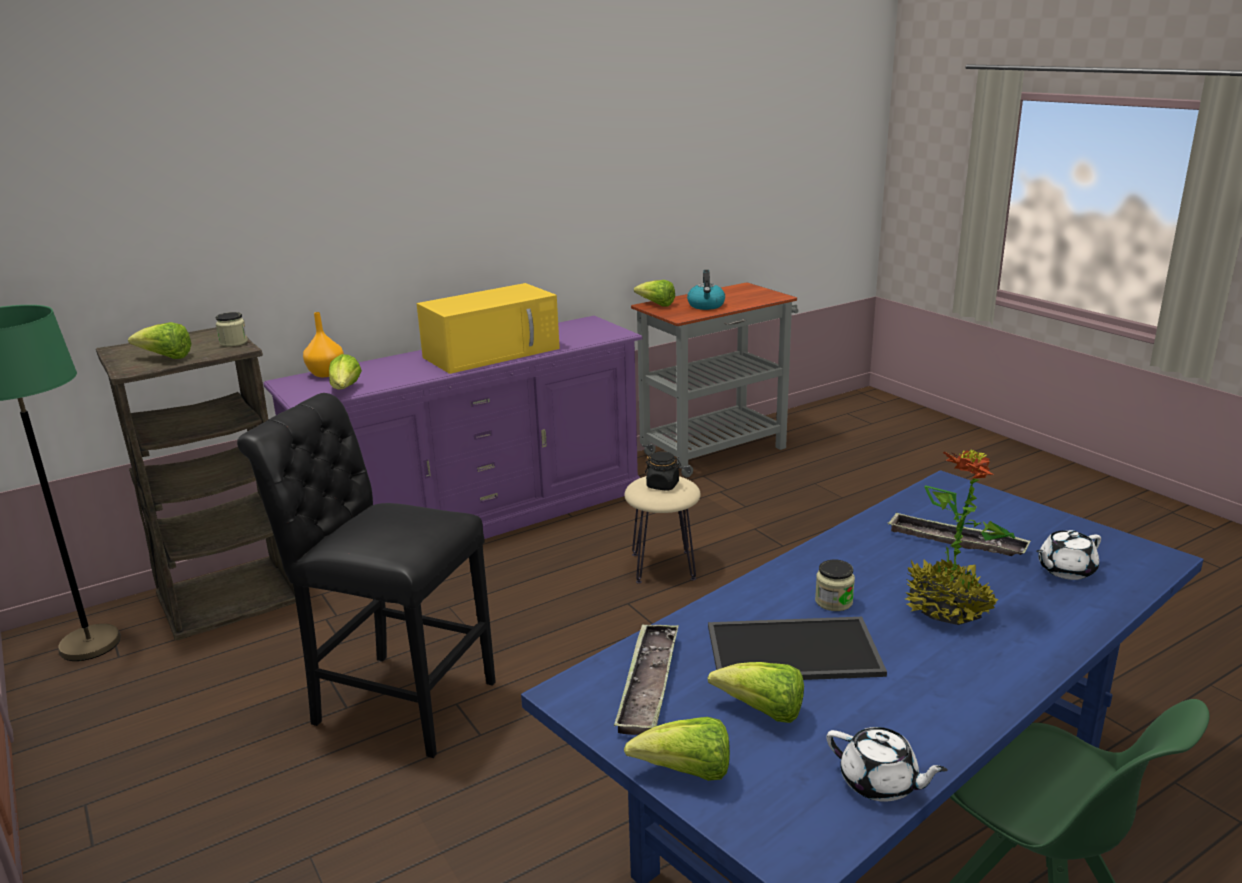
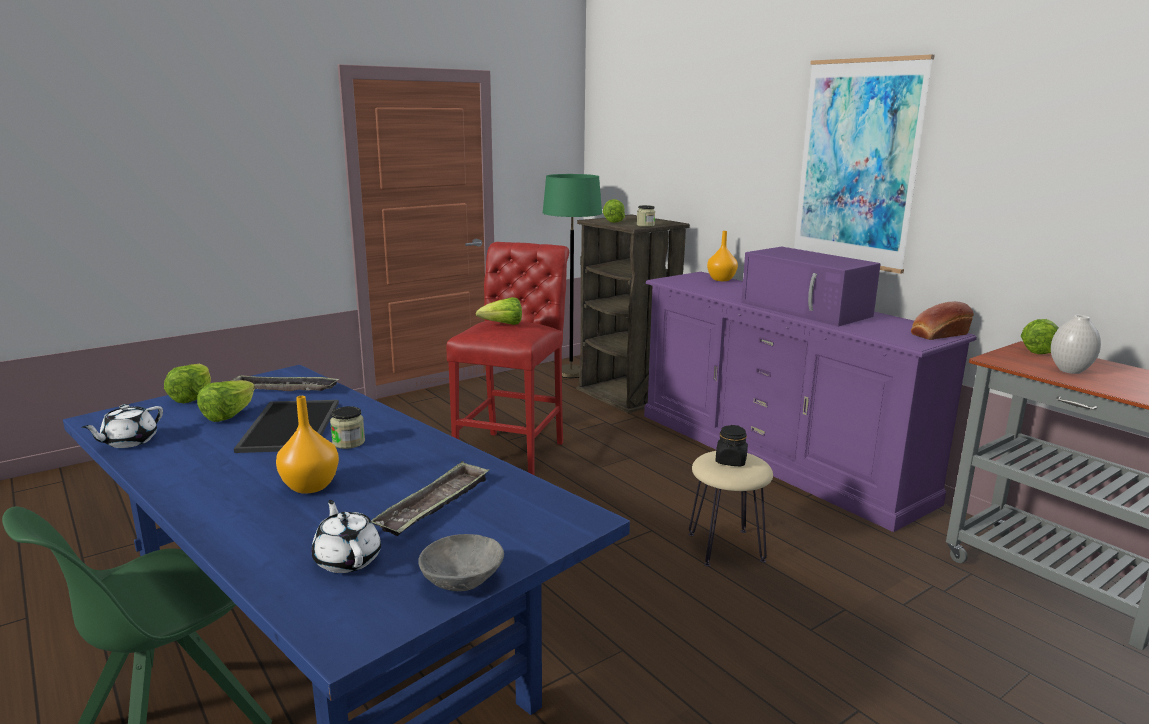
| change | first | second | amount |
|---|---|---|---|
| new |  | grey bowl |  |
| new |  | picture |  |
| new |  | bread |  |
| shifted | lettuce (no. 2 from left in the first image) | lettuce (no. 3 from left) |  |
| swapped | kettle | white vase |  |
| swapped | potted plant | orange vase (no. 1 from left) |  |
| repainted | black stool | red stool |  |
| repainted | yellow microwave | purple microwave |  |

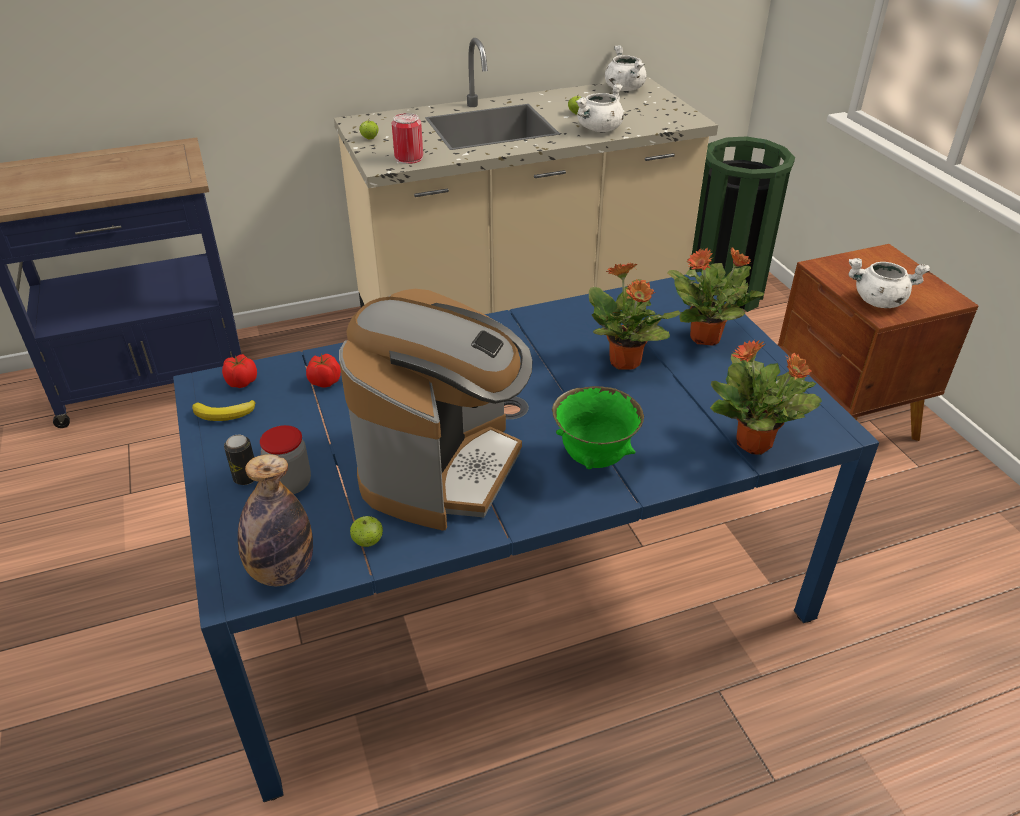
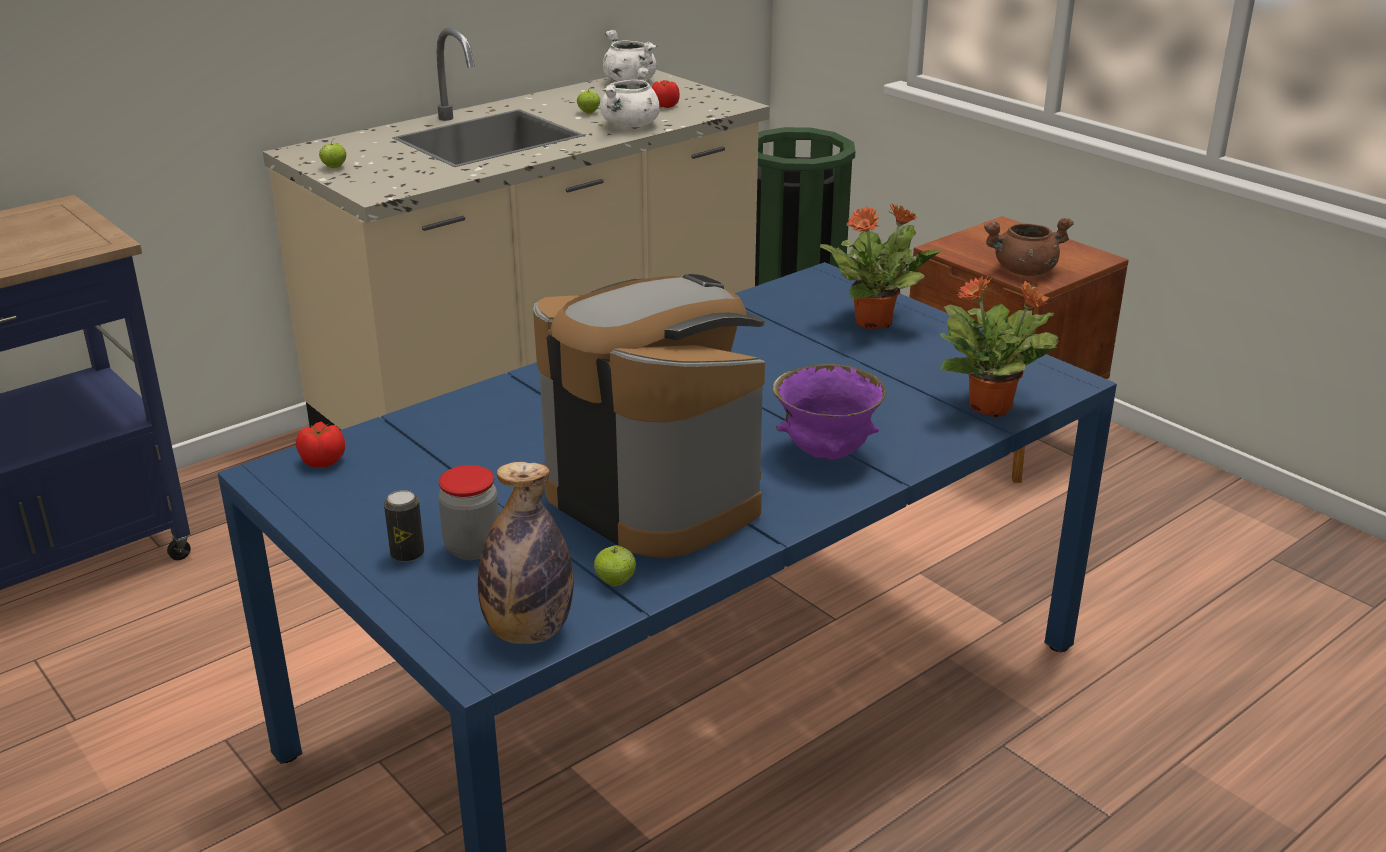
| change | first | second | amount |
|---|---|---|---|
| gone | banana |  |  |
| gone | can (no. 2 from left) |  |  |
| gone | potted plant (no. 1 from left) |  |  |
| shifted | tomato (no. 2 from left) |  |  |
| repainted | green bowl | purple bowl |  |
| repainted | white cooking pot (no. 3 from left) | brown cooking pot |  |
| rotated | coffee machine |  | 45 degrees counterclockwise |

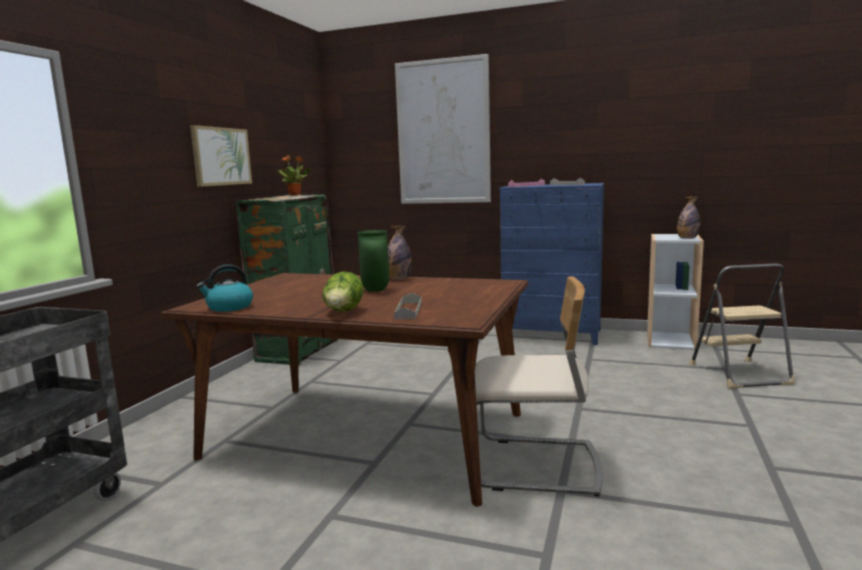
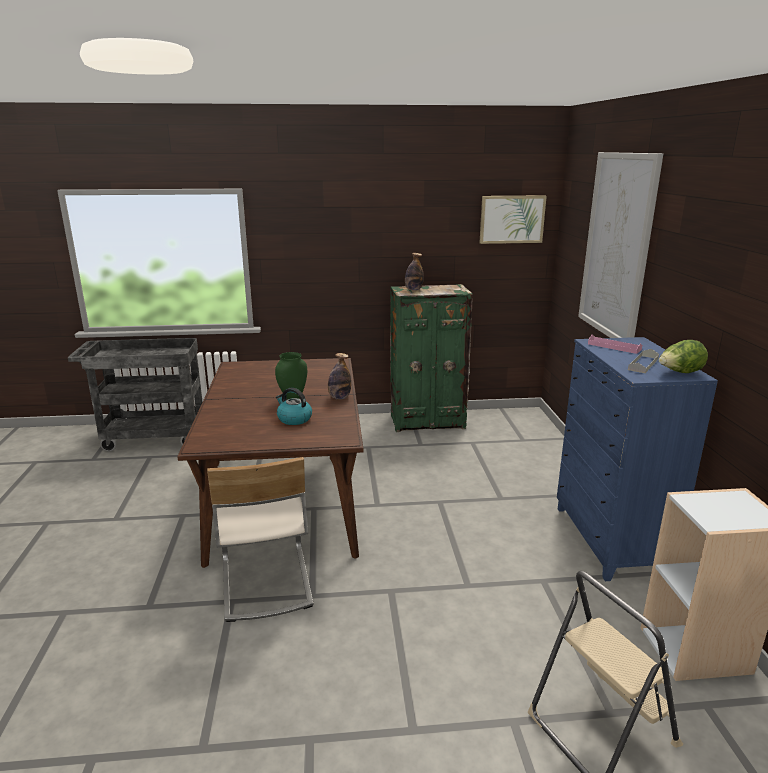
| change | first | second | amount |
|---|---|---|---|
| gone | potted plant |  |  |
| gone | grey tray (no. 1 from left) |  |  |
| shifted | picture (no. 1 from left) |  |  |
| shifted | kettle |  |  |
| shifted | lettuce |  |  |
| shifted | bottle (no. 2 from left) |  |  |

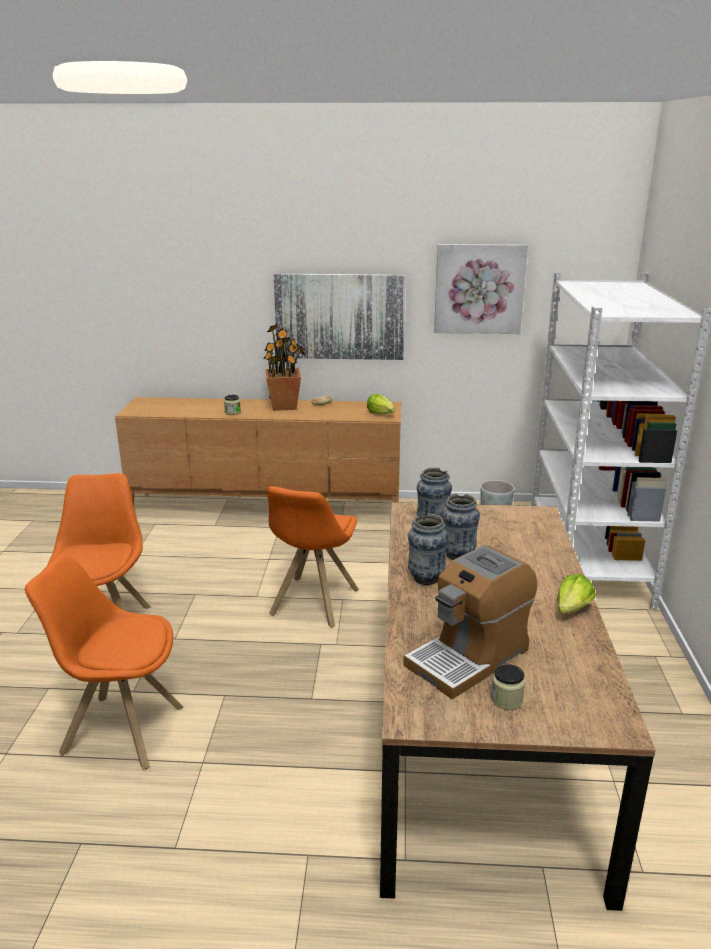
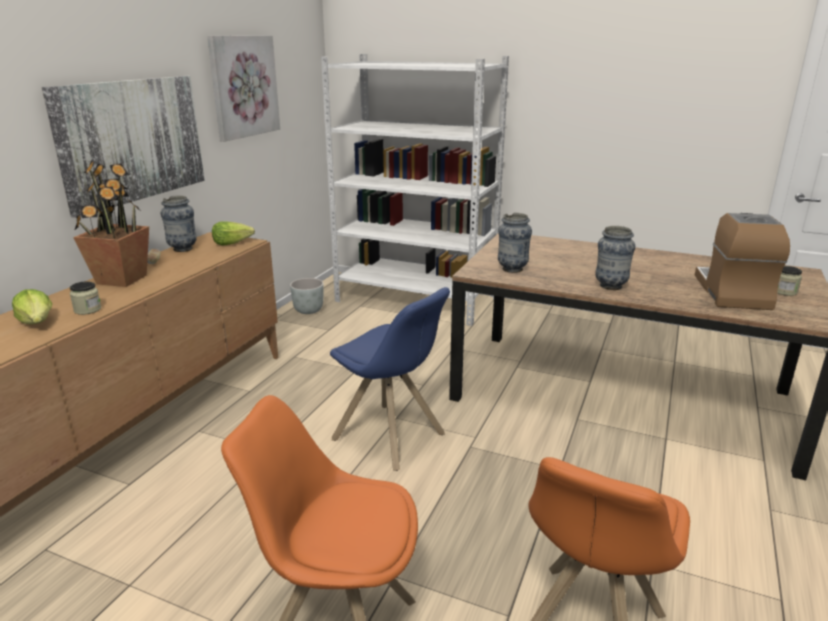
| change | first | second | amount |
|---|---|---|---|
| shifted | vase (no. 3 from left in the first image) | vase (no. 1 from left) |  |
| shifted | lettuce (no. 2 from left in the first image) | lettuce (no. 1 from left) |  |
| repainted | orange chair (no. 3 from left) | blue chair |  |
| rotated | coffee machine |  | 150 degrees counterclockwise |

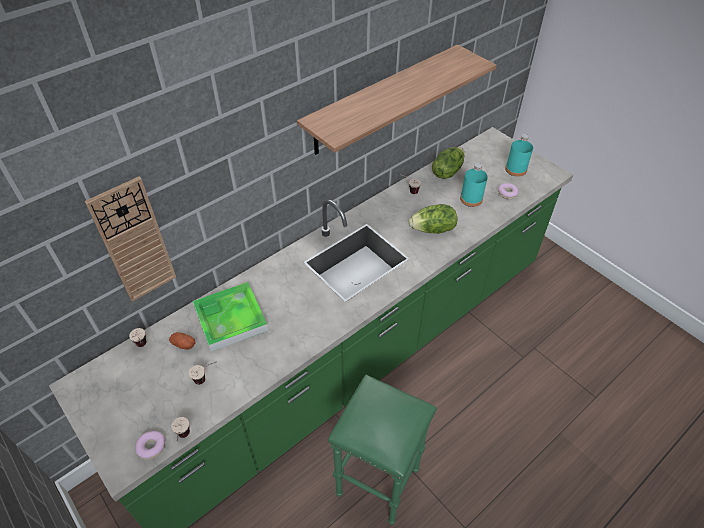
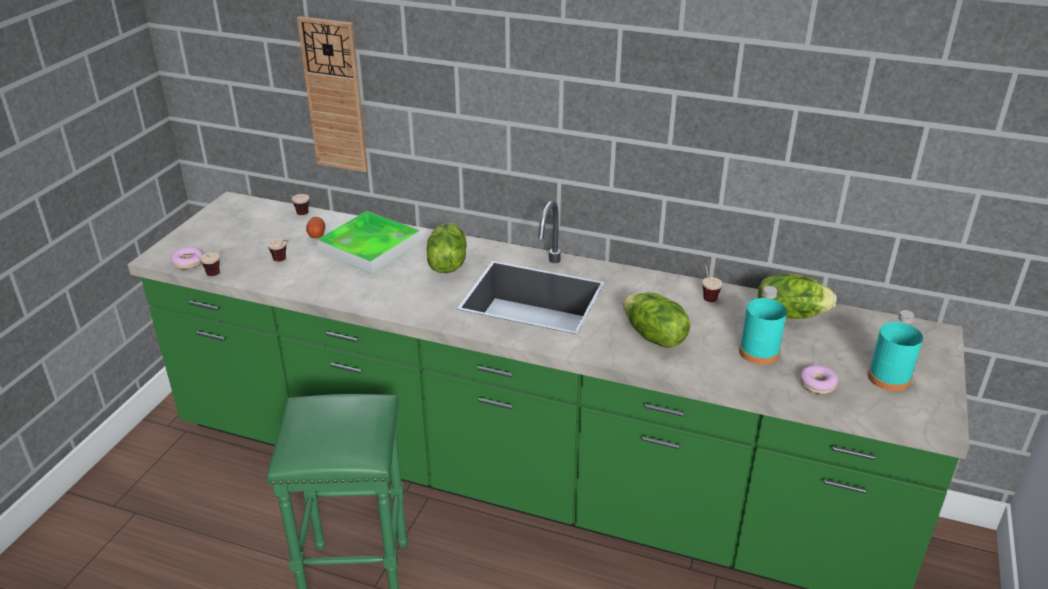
| change | first | second | amount |
|---|---|---|---|
| gone | shelf |  |  |
| new |  | lettuce (no. 1 from left) |  |

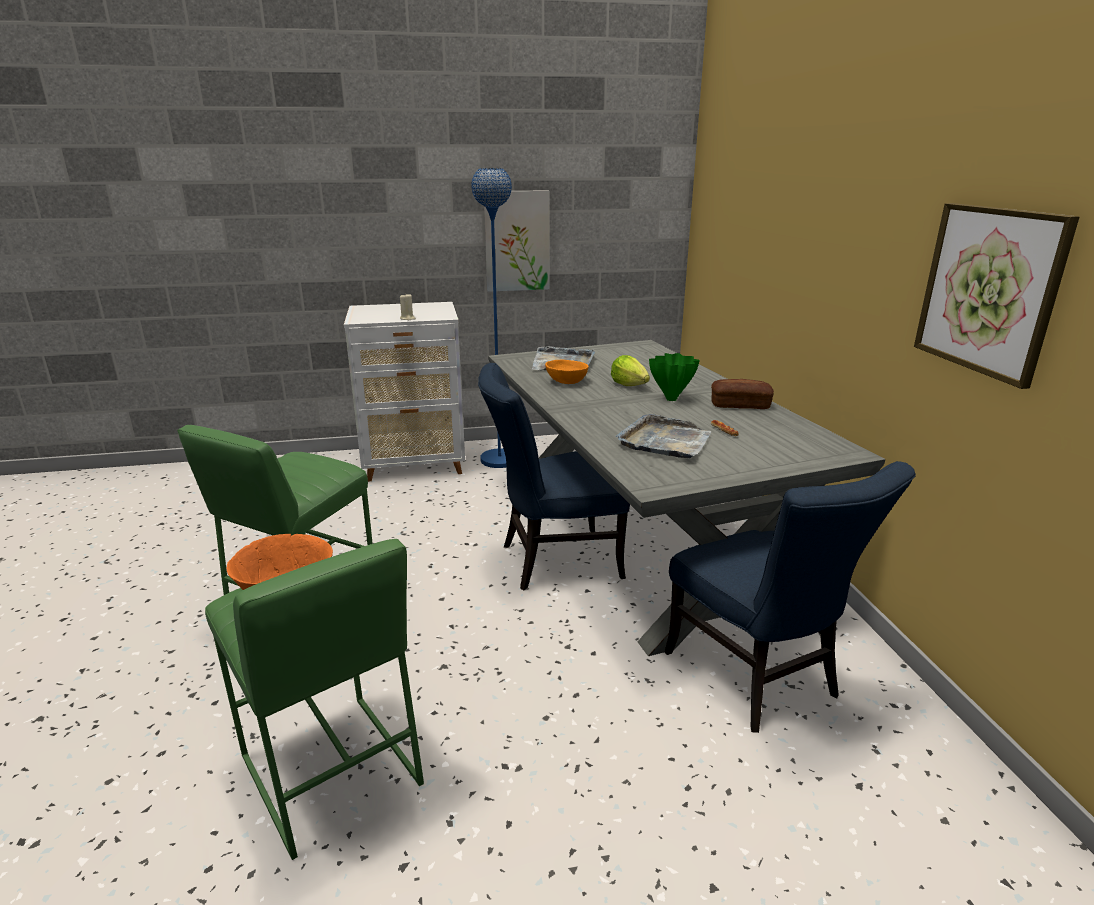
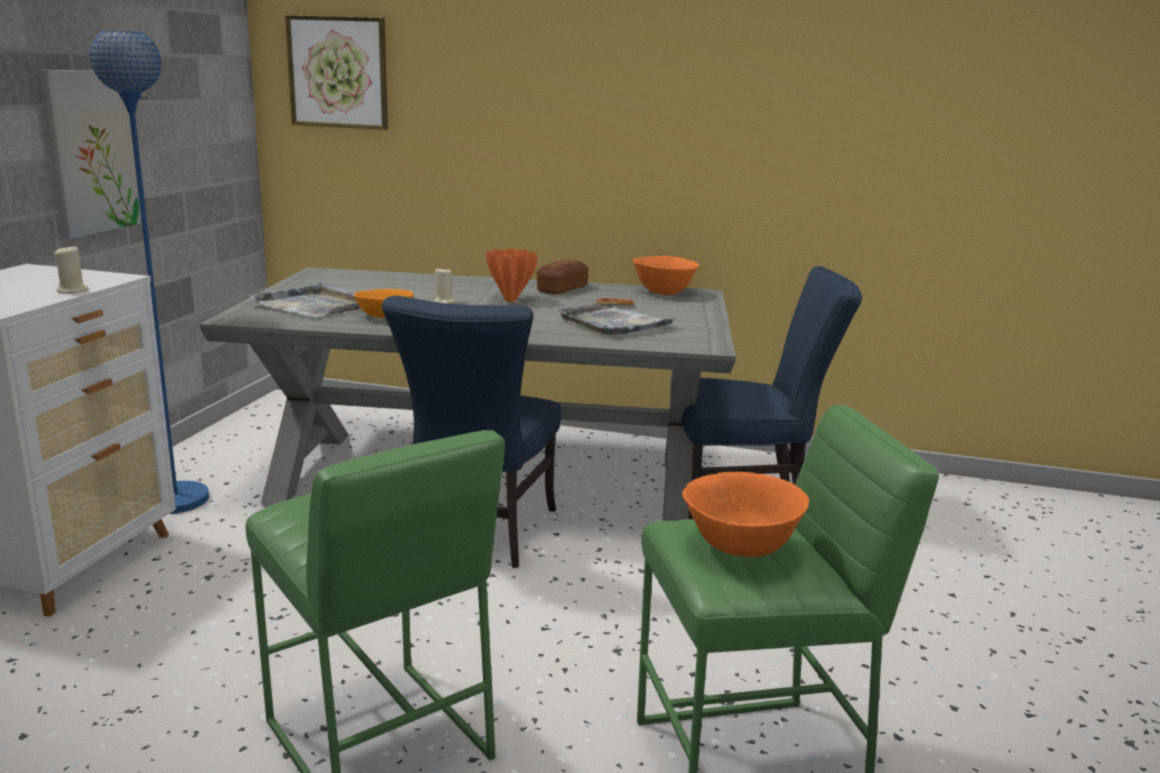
| change | first | second | amount |
|---|---|---|---|
| new |  | orange bowl (no. 2 from left) |  |
| shifted | picture (no. 2 from left) |  |  |
| swapped | lettuce | beige candle (no. 2 from left) |  |
| repainted | green vase | orange vase |  |

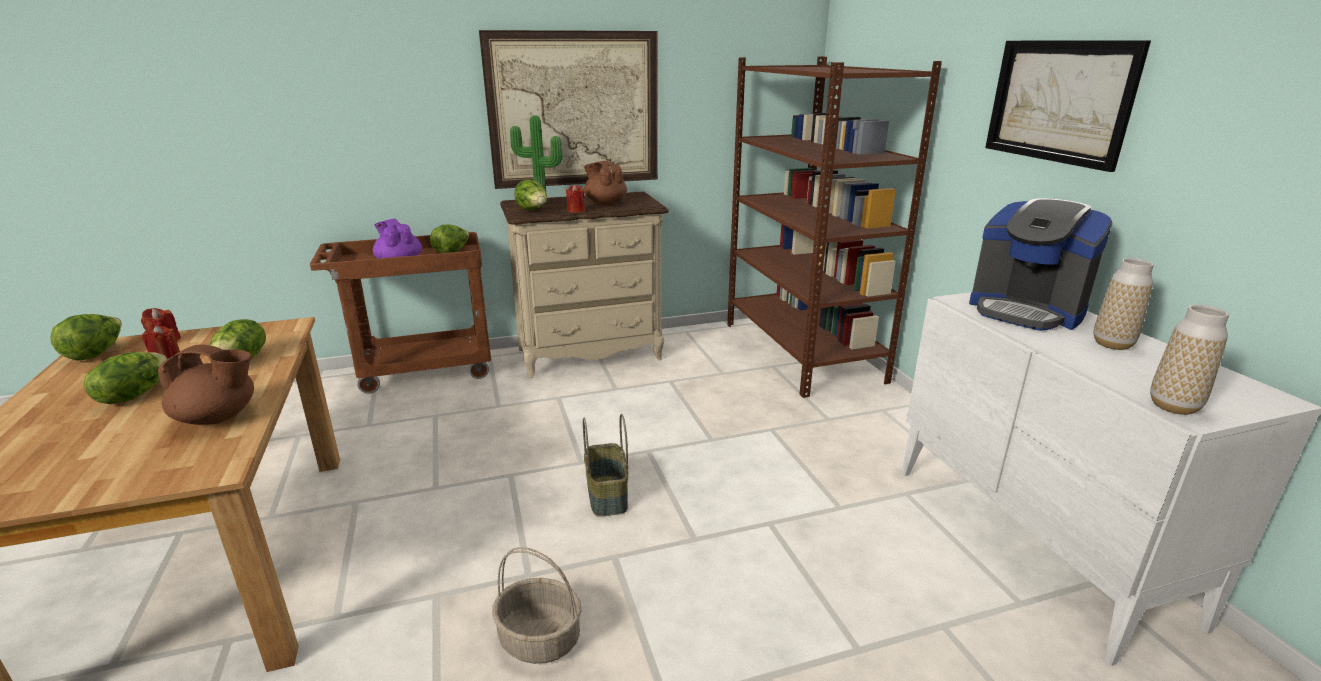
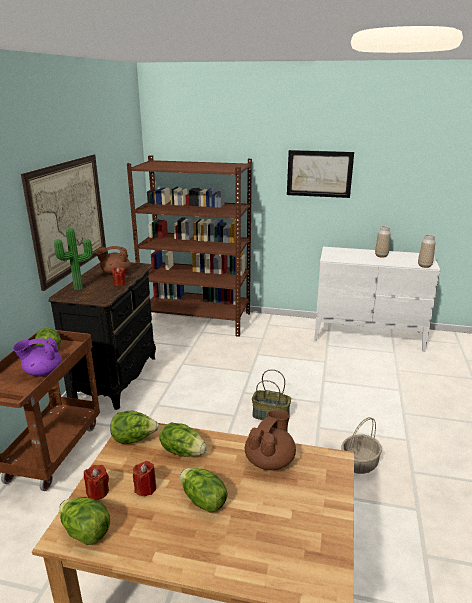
| change | first | second | amount |
|---|---|---|---|
| gone | coffee machine |  |  |
| shifted | lettuce (no. 5 from left in the first image) | lettuce (no. 3 from left) |  |
| repainted | beige dresser | black dresser |  |

